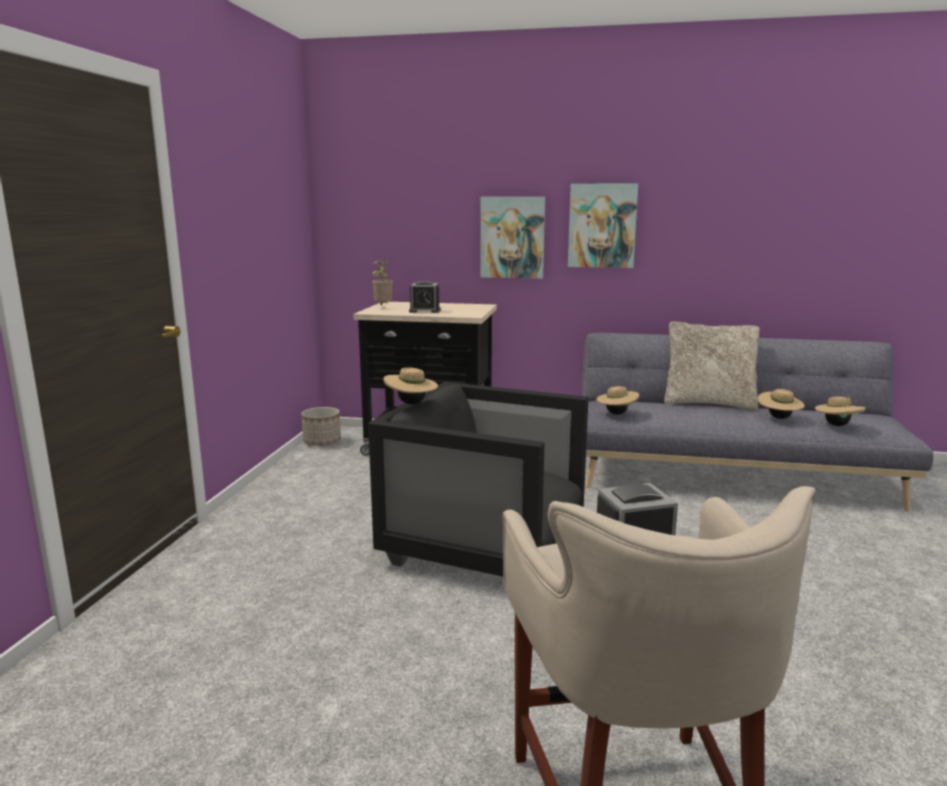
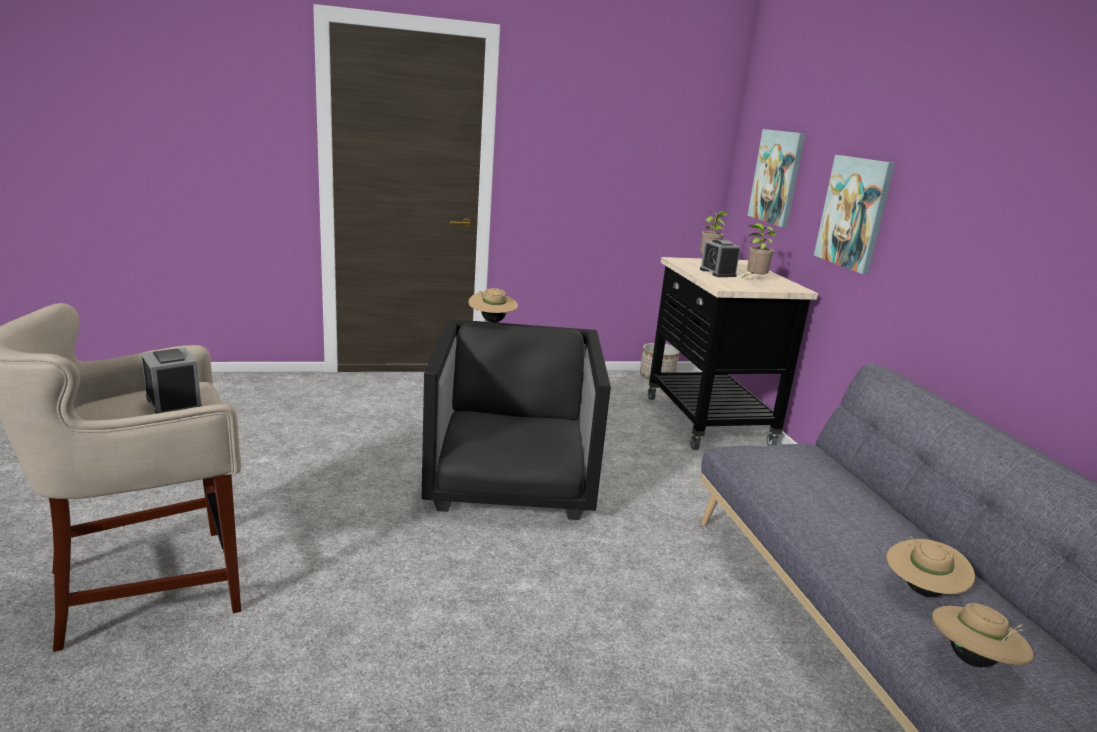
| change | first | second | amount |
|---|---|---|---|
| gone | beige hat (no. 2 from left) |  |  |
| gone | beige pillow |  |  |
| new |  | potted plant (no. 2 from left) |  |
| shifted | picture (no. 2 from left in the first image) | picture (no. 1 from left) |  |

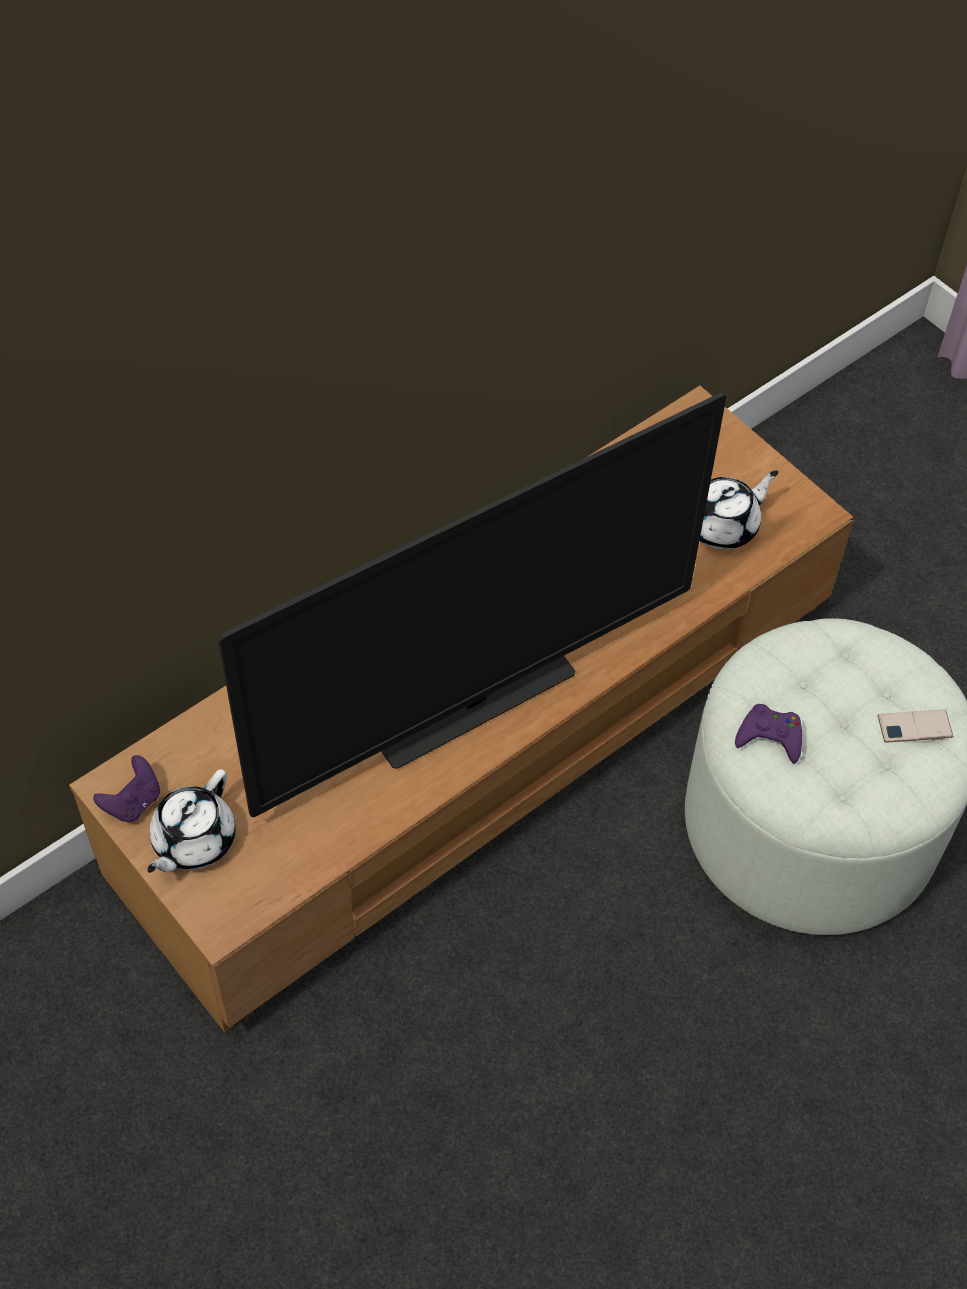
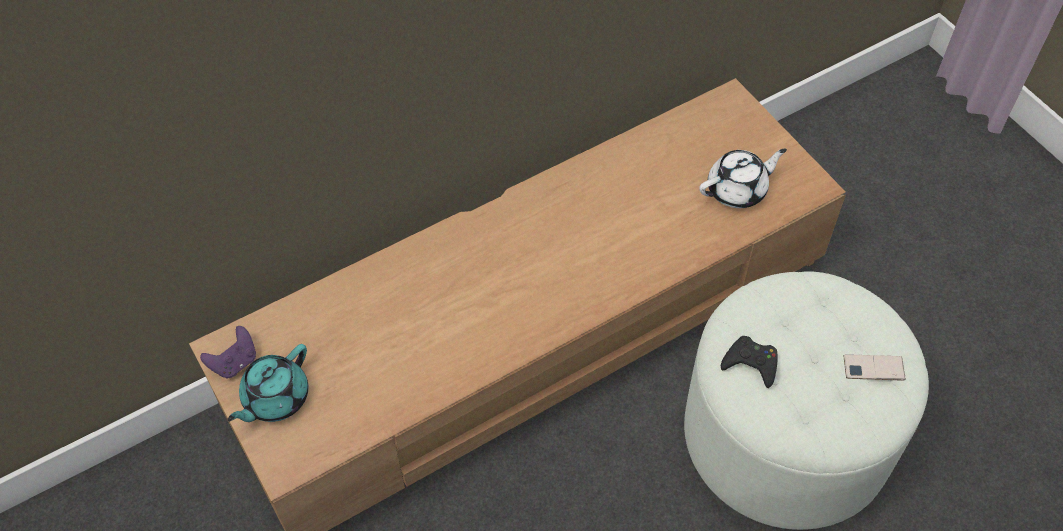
| change | first | second | amount |
|---|---|---|---|
| gone | television |  |  |
| repainted | white teapot (no. 1 from left) | turquoise teapot |  |
| repainted | purple game controller (no. 2 from left) | black game controller |  |

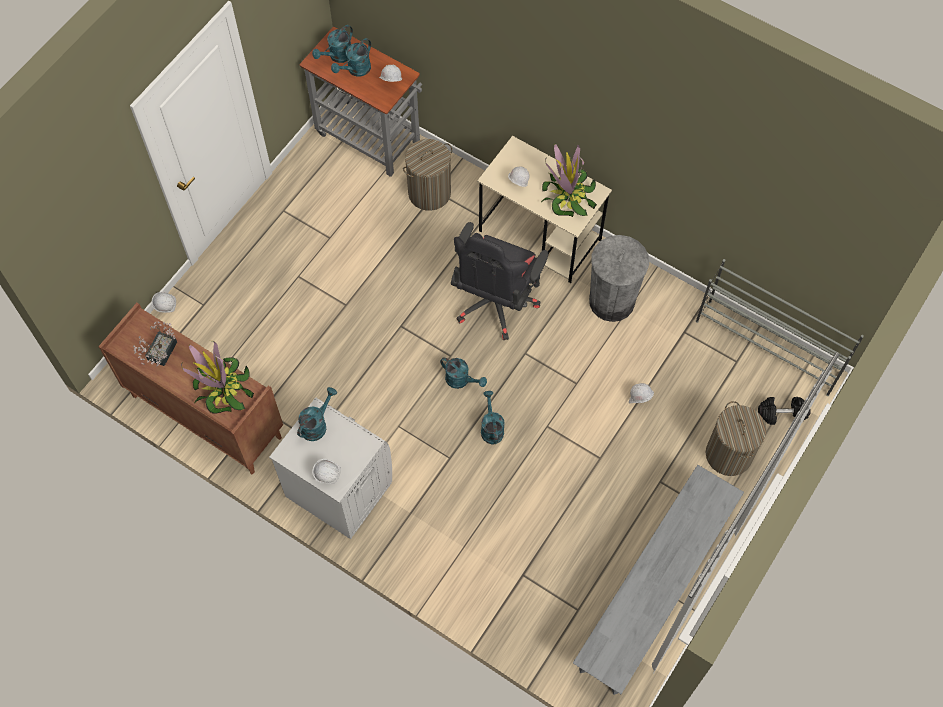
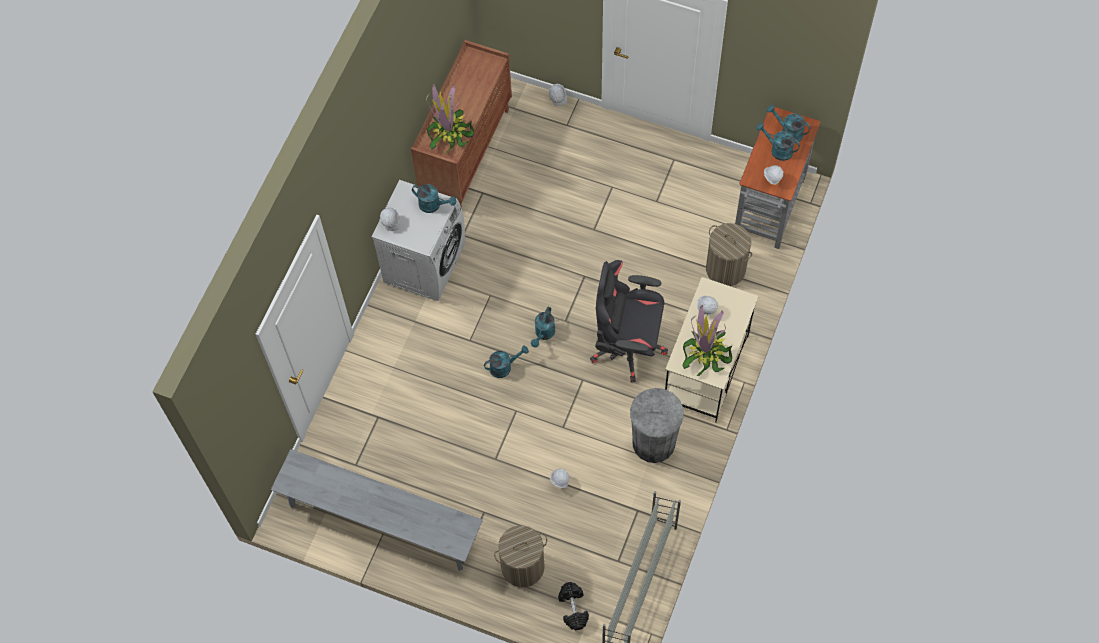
| change | first | second | amount |
|---|---|---|---|
| gone | potted plant (no. 1 from left) |  |  |

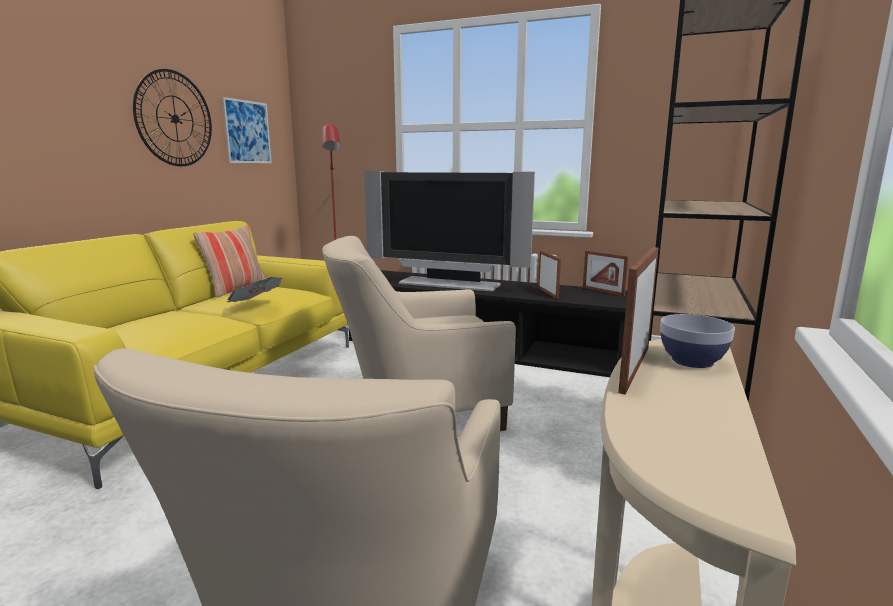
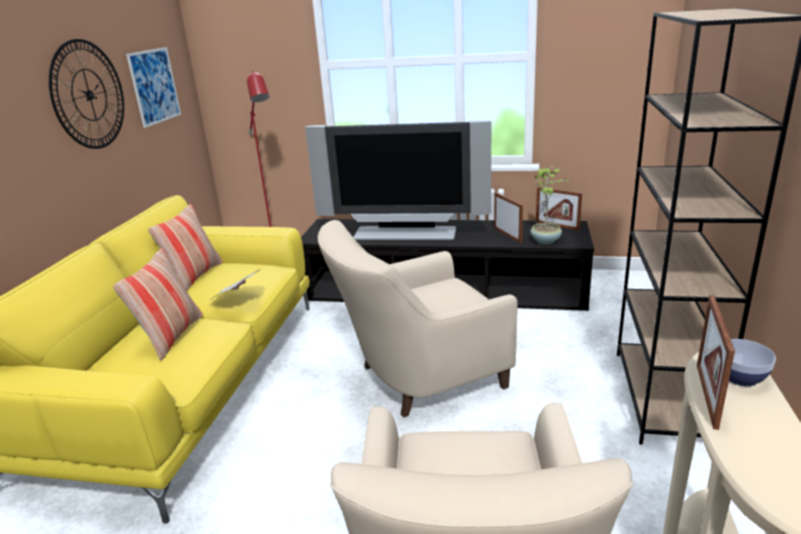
| change | first | second | amount |
|---|---|---|---|
| new |  | pillow (no. 1 from left) |  |
| new |  | potted plant |  |

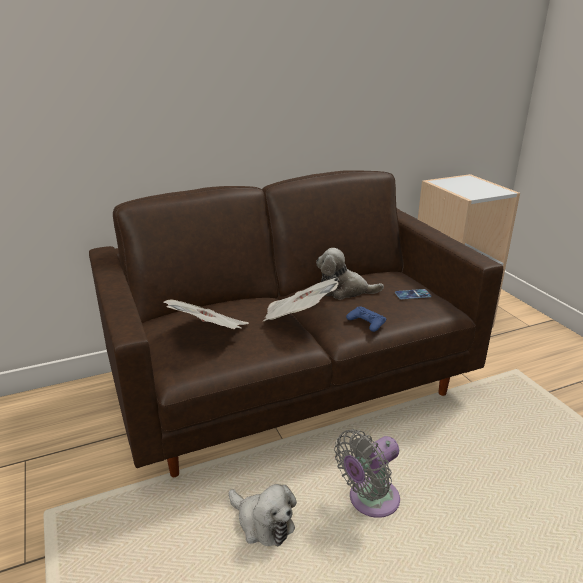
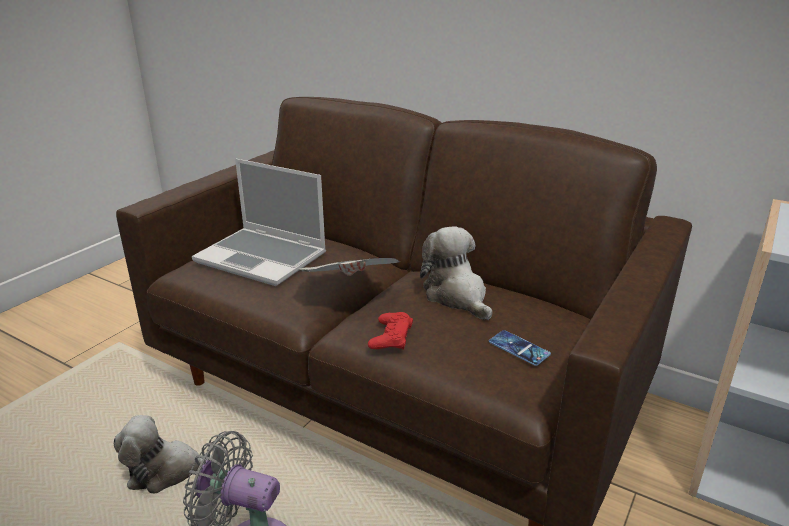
| change | first | second | amount |
|---|---|---|---|
| swapped | newspaper (no. 1 from left) | laptop |  |
| repainted | blue game controller | red game controller |  |
| rotated | plush toy (no. 1 from left) |  | 75 degrees clockwise |

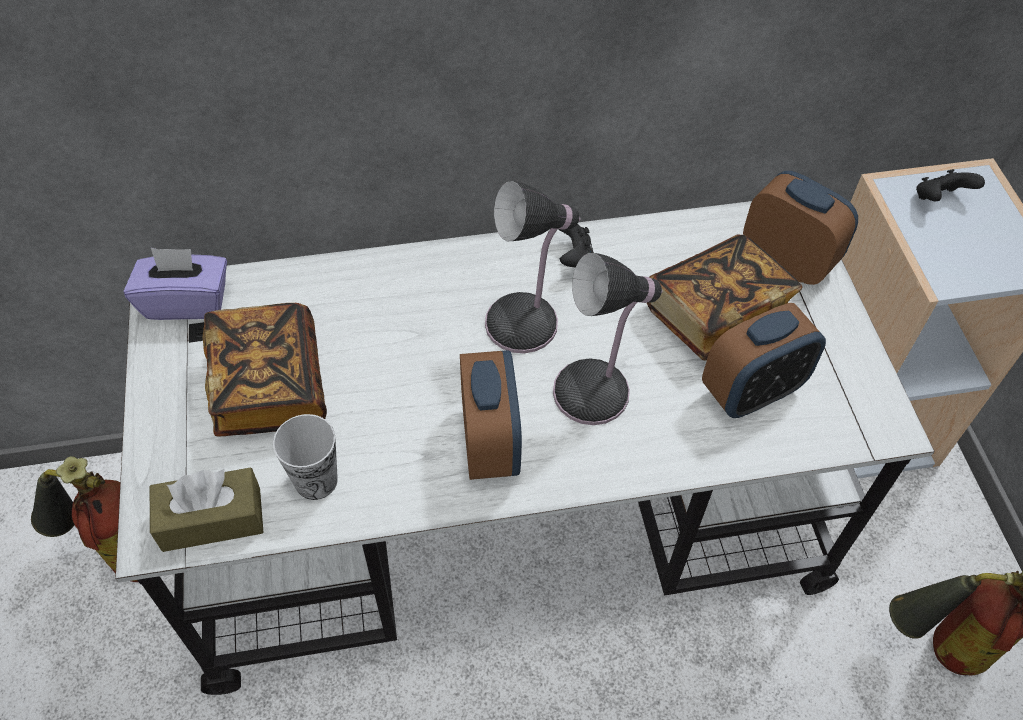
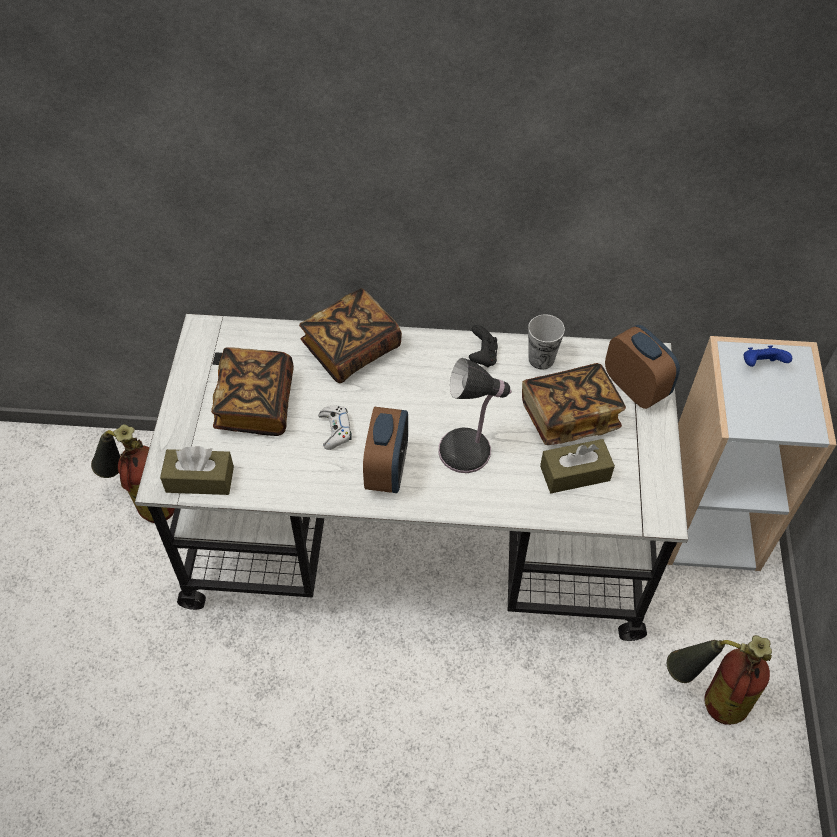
| change | first | second | amount |
|---|---|---|---|
| gone | purple tissue box |  |  |
| gone | table lamp (no. 1 from left) |  |  |
| new |  | book (no. 2 from left) |  |
| new |  | white game controller |  |
| shifted | cup |  |  |
| swapped | alarm clock (no. 2 from left) | brown tissue box (no. 2 from left) |  |
| repainted | black game controller (no. 2 from left) | blue game controller |  |

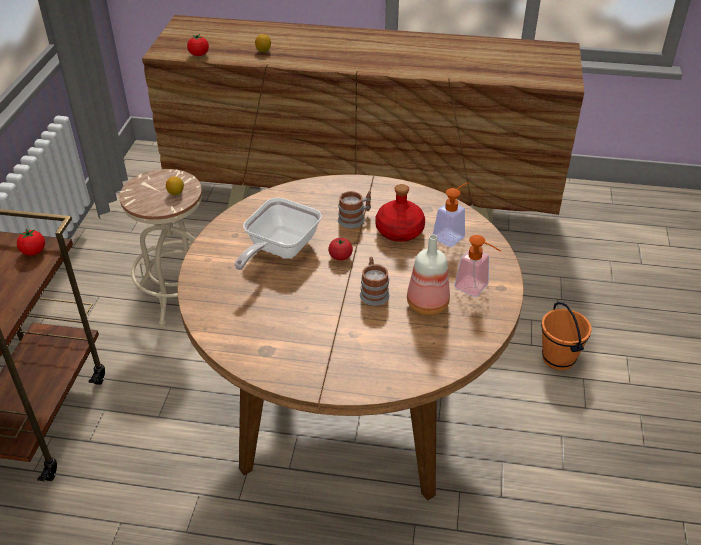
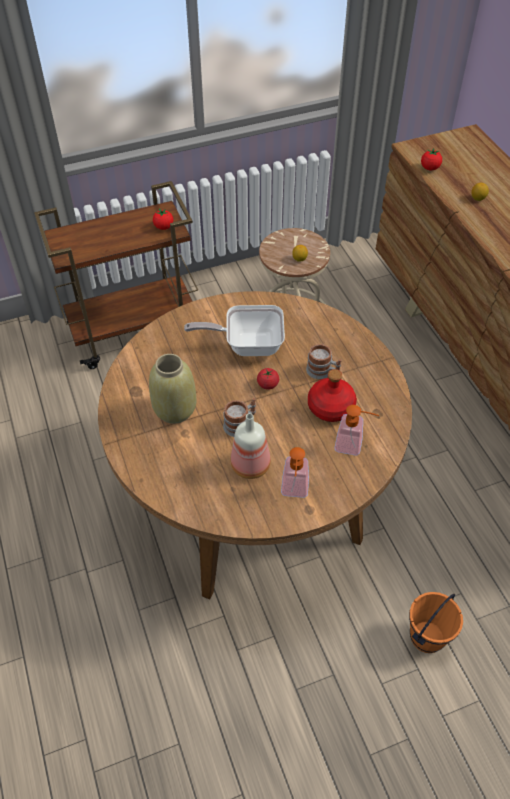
| change | first | second | amount |
|---|---|---|---|
| new |  | beige vase |  |

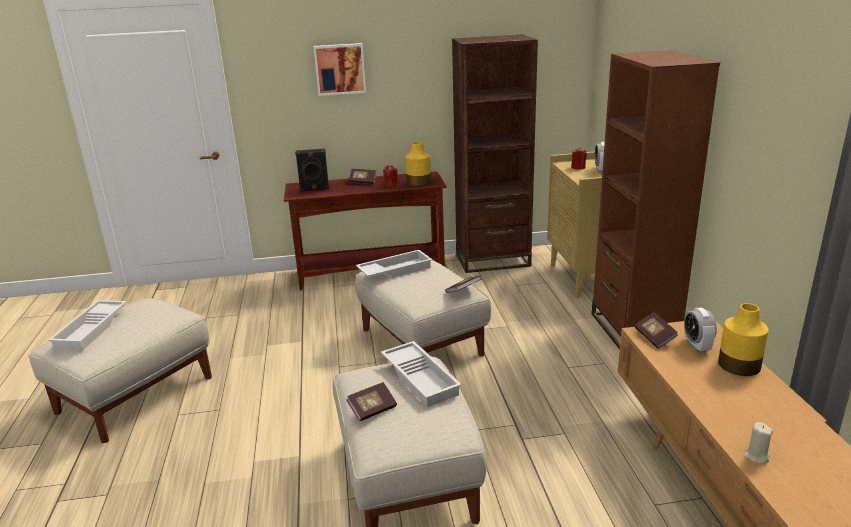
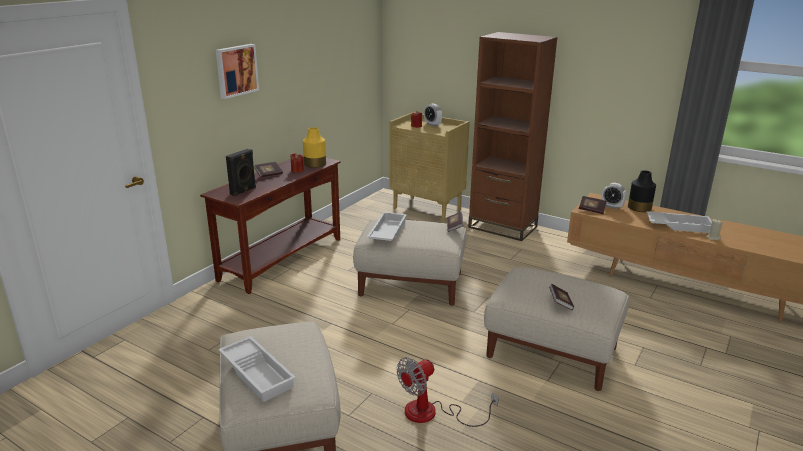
| change | first | second | amount |
|---|---|---|---|
| gone | brown bookcase (no. 1 from left) |  |  |
| new |  | fan |  |
| shifted | white tray (no. 3 from left) |  |  |
| repainted | yellow vase (no. 2 from left) | black vase |  |

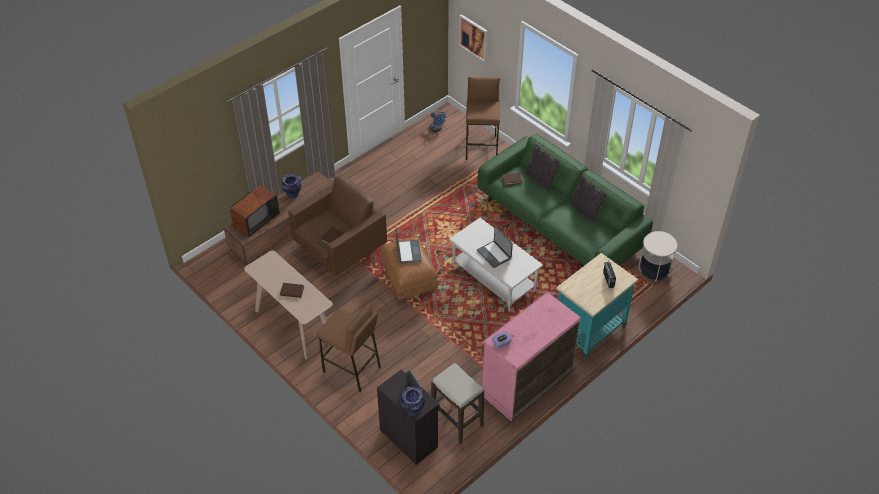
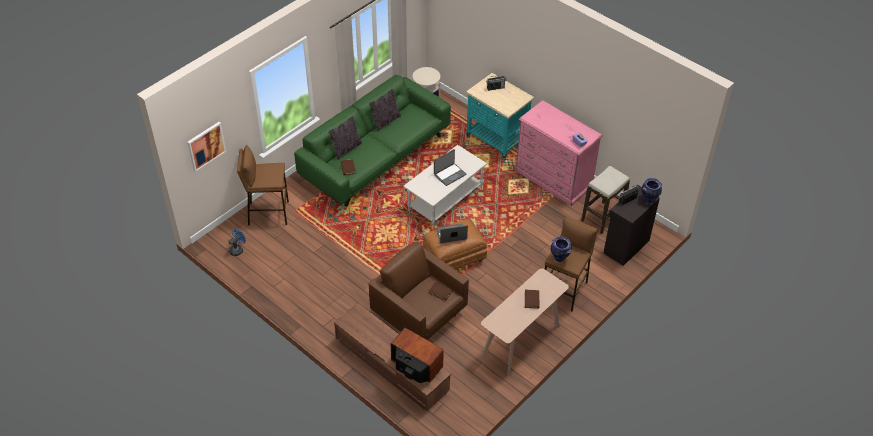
| change | first | second | amount |
|---|---|---|---|
| shifted | vase (no. 1 from left) |  |  |

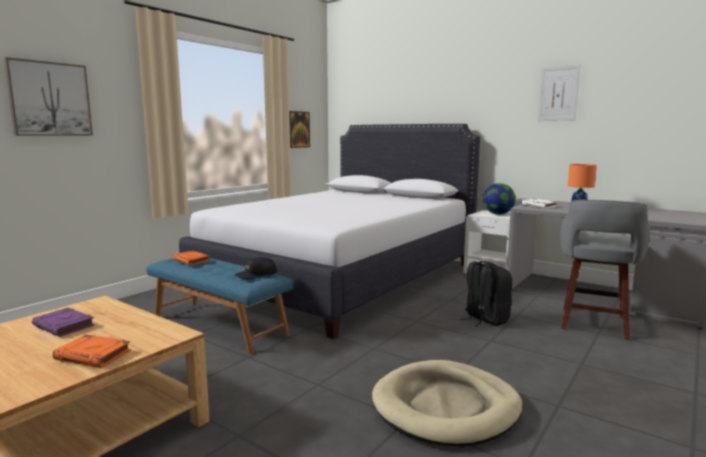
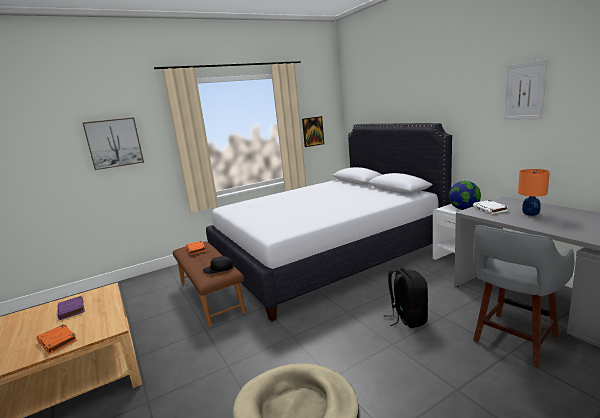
| change | first | second | amount |
|---|---|---|---|
| repainted | blue bench | brown bench |  |

